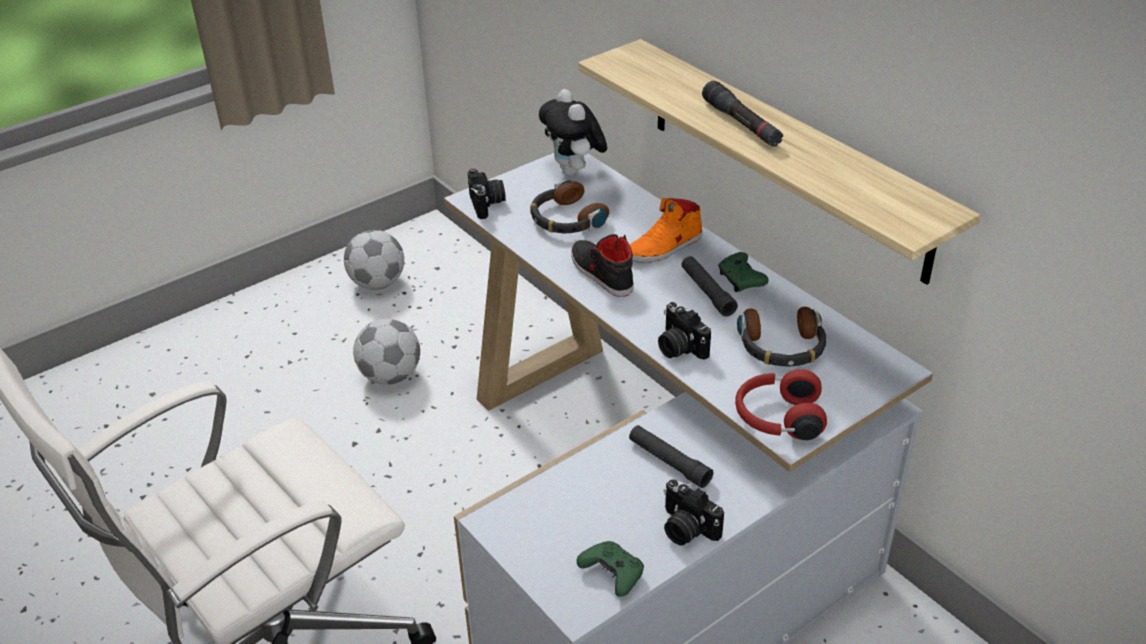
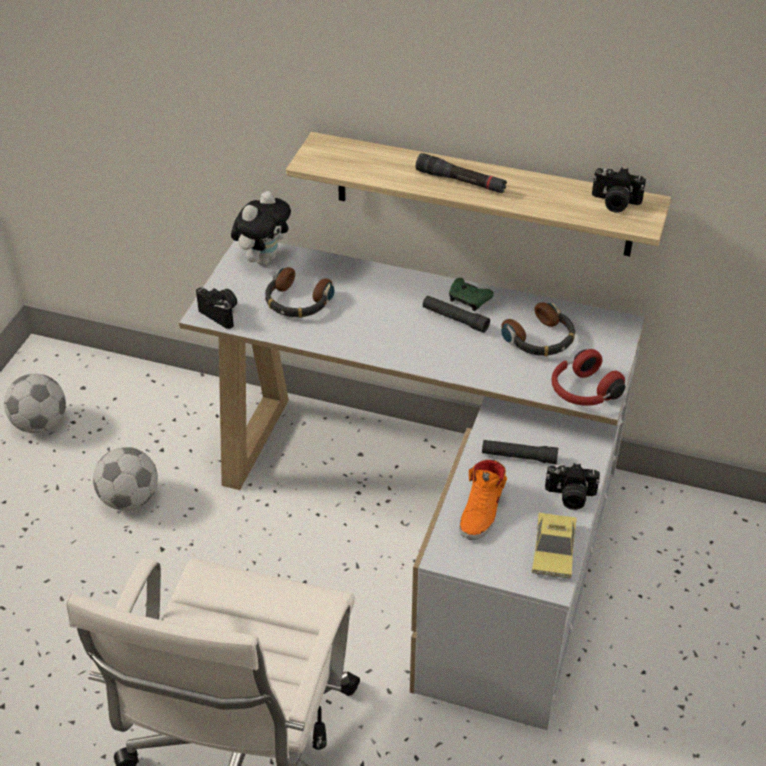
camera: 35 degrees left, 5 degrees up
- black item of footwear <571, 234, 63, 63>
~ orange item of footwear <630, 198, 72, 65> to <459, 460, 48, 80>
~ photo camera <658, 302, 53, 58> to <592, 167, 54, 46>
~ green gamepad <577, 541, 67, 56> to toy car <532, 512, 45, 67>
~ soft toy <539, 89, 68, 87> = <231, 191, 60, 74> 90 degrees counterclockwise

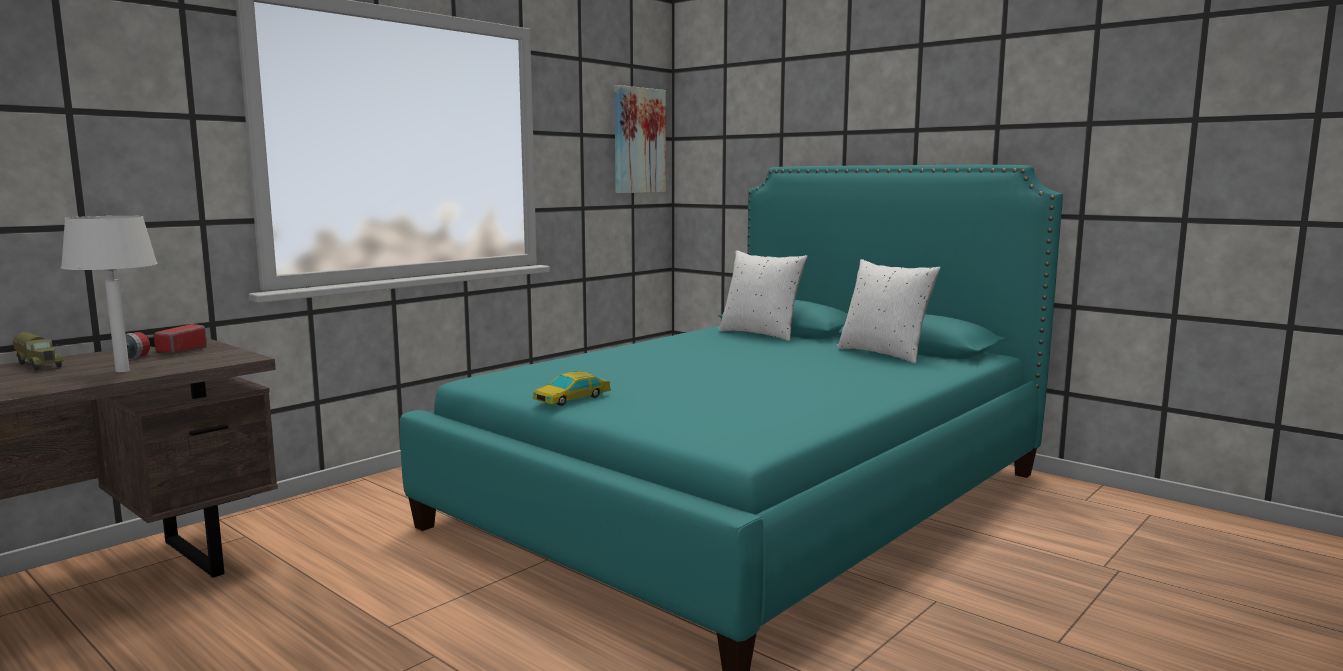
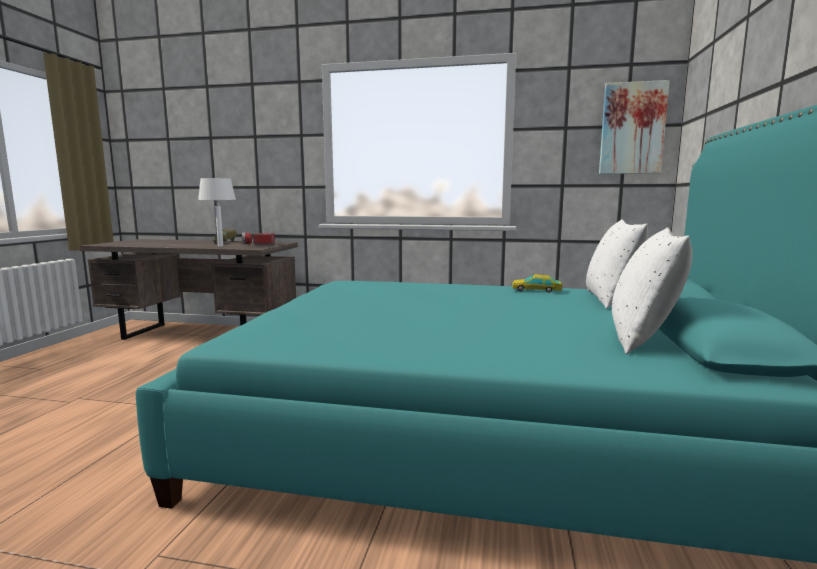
camera: 60 degrees right, 0 degrees up
~ toy car <533, 371, 78, 35> to <512, 274, 51, 19>

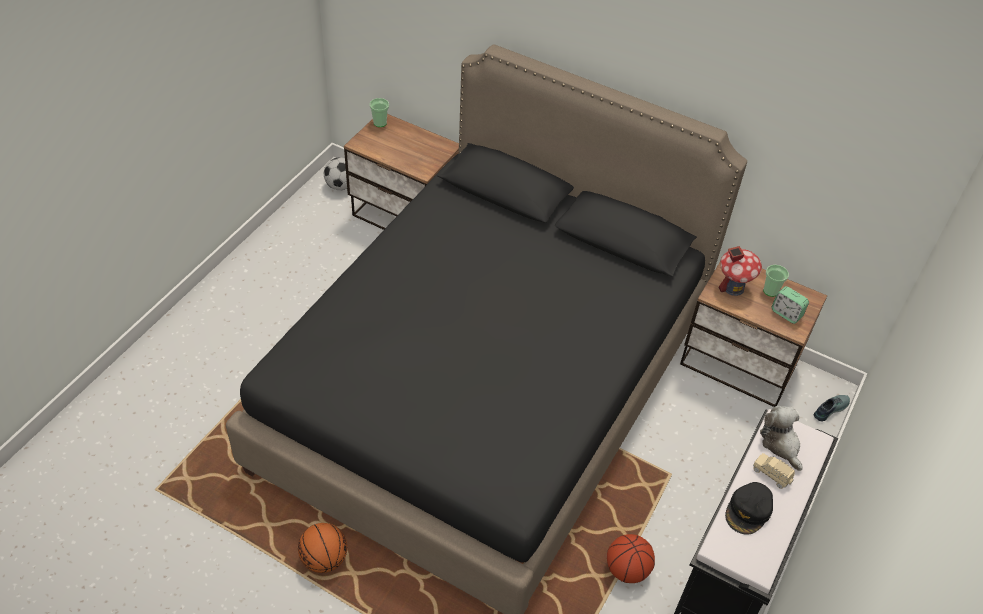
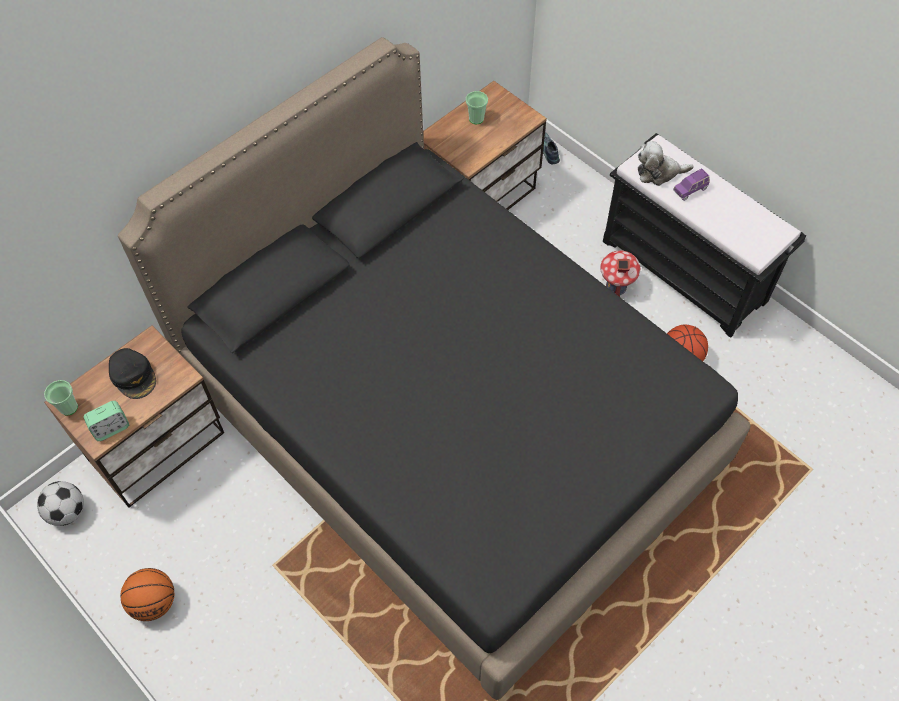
camera: 70 degrees left, 10 degrees up
~ ball for basketball <298, 523, 49, 50> to <121, 568, 54, 53>
~ miniature house <718, 246, 44, 50> to <600, 250, 40, 47>
~ black cap <725, 482, 48, 53> to <109, 348, 47, 51>
~ table clock <771, 286, 38, 38> to <83, 401, 46, 40>
~ beige-coloured toy car <753, 453, 42, 36> to purplish toy car <673, 168, 37, 33>

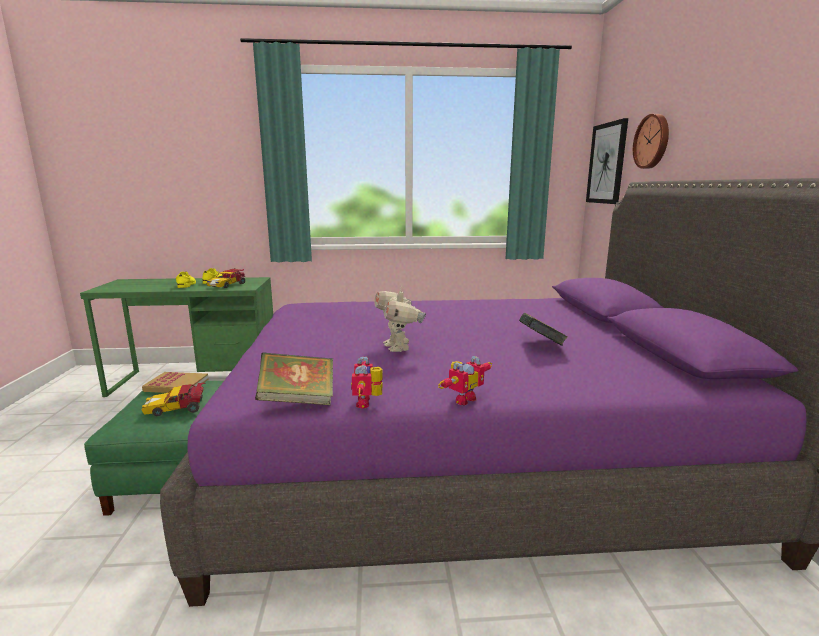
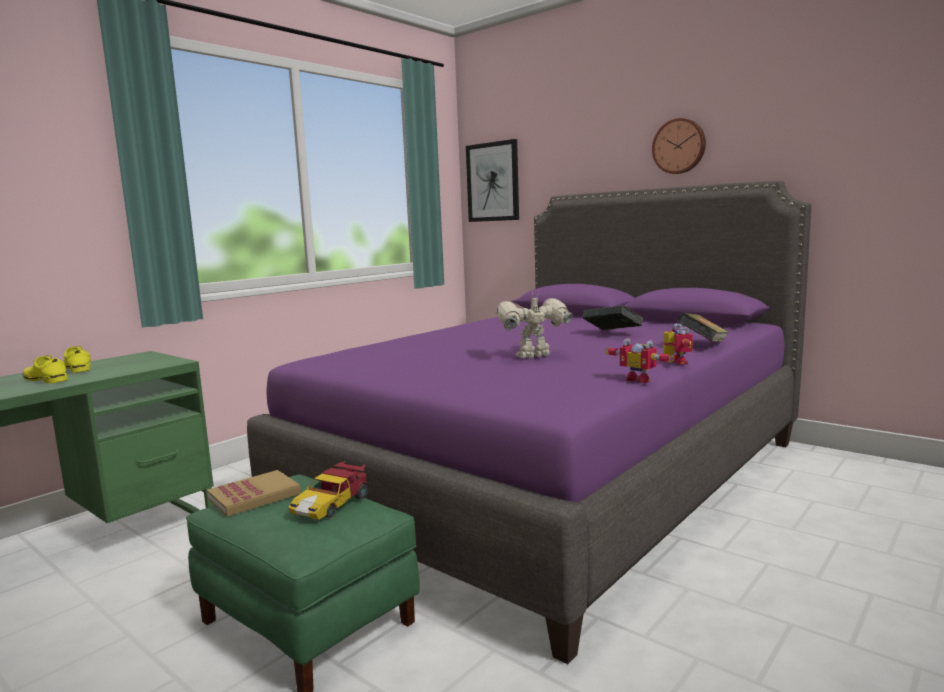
camera: 45 degrees left, 5 degrees down
- toy car <206, 268, 39, 20>
~ bound book <255, 352, 78, 53> to <677, 313, 52, 29>
~ clock on the wall <633, 114, 36, 55> to <652, 118, 54, 56>
~ toy robot <374, 285, 52, 67> = <497, 292, 76, 66> 135 degrees clockwise

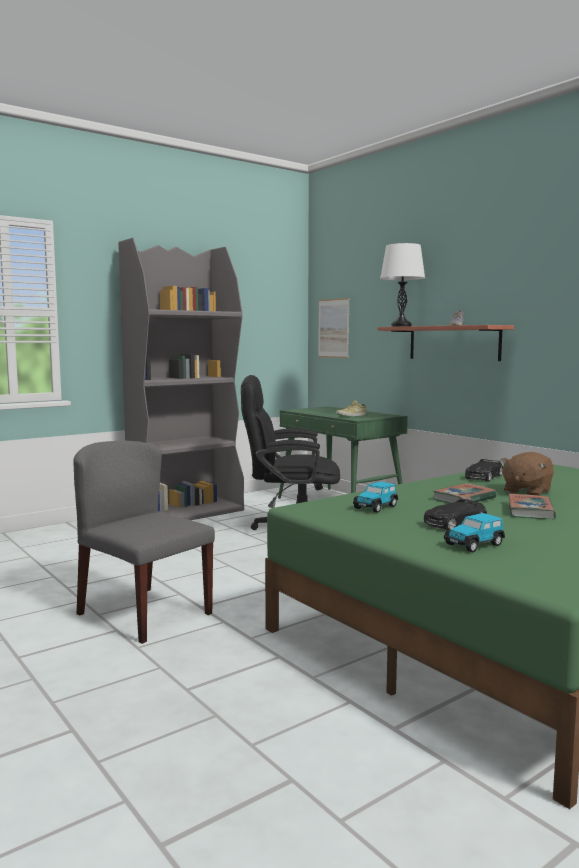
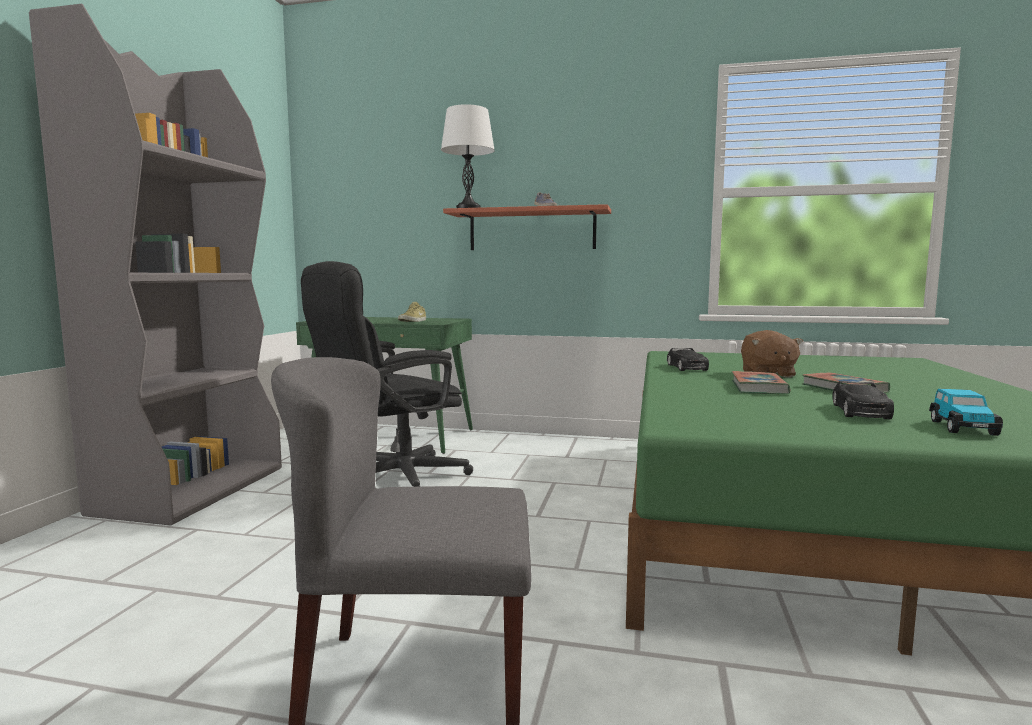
camera: 40 degrees left, 0 degrees up
- wall art <318, 298, 32, 60>
- toy car <353, 481, 45, 32>

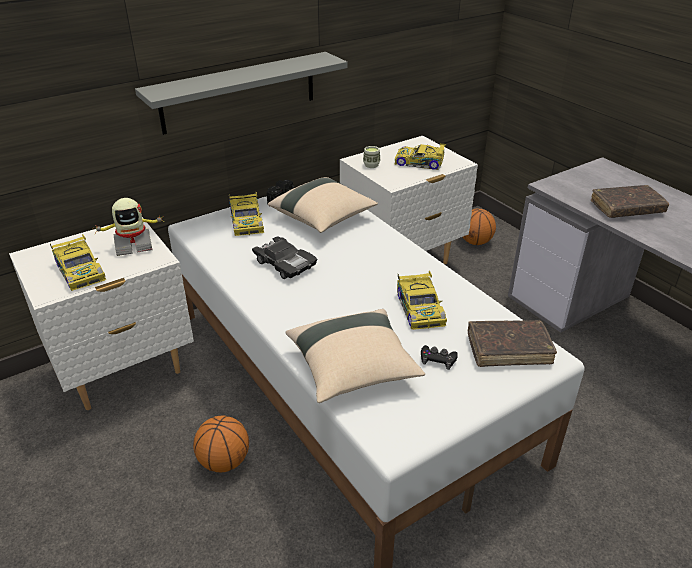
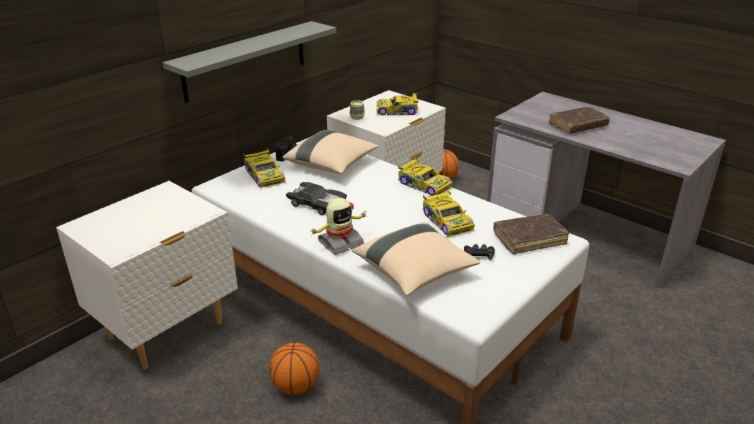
camera: 15 degrees left, 5 degrees down
~ toy car <50, 234, 56, 57> to <398, 158, 55, 38>
~ toy robot <92, 198, 72, 58> to <311, 198, 57, 57>

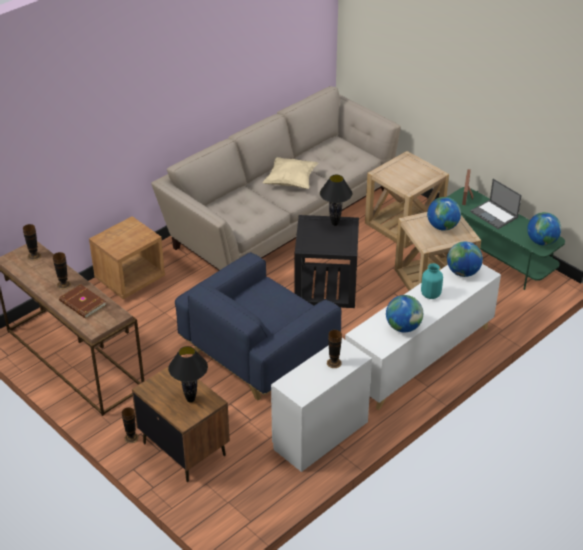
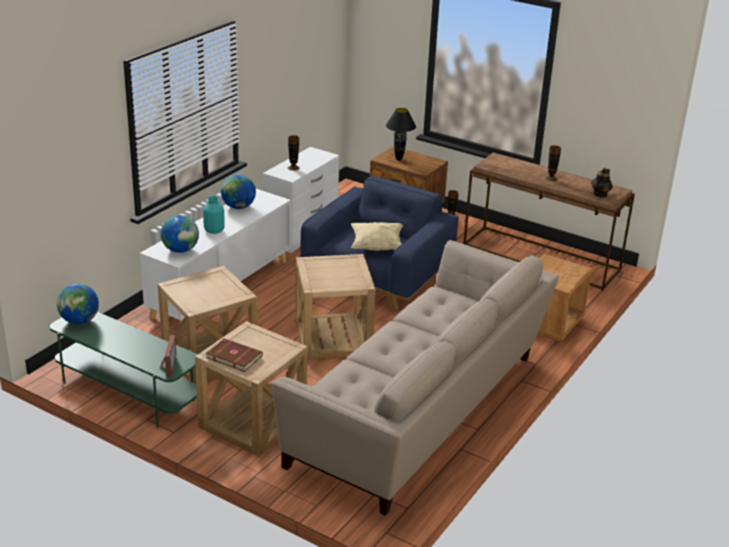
camera: 165 degrees right, 10 degrees down
- black table lamp <320, 174, 32, 52>
- desk globe <427, 197, 34, 34>
- laptop <470, 179, 52, 50>
~ brown-coloured bound book <59, 284, 47, 35> to <206, 338, 57, 34>
~ beige-coloured throw pillow <263, 157, 55, 32> to <351, 222, 52, 29>
~ decorative vase <23, 224, 18, 37> to tea pot <591, 168, 21, 30>
~ black end table <294, 215, 65, 93> to beige-coloured end table <295, 254, 81, 105>

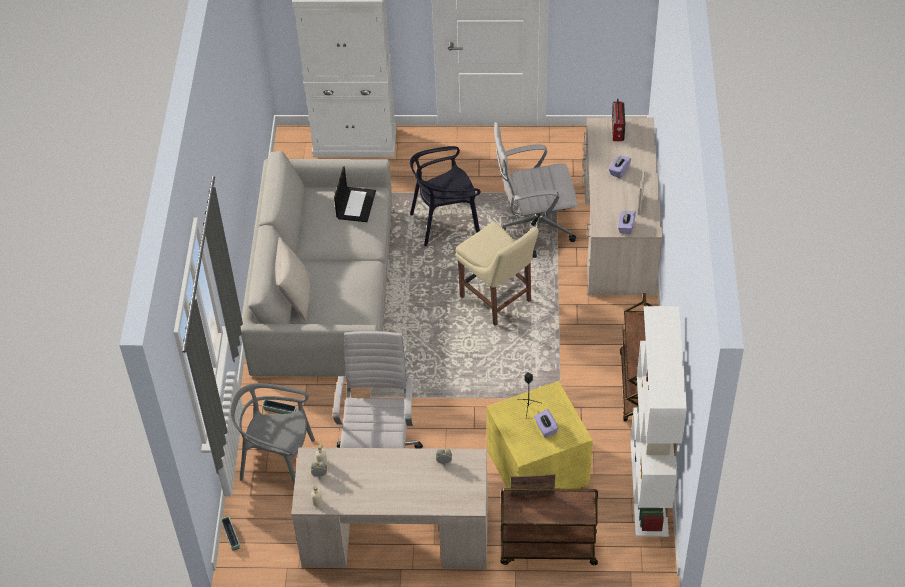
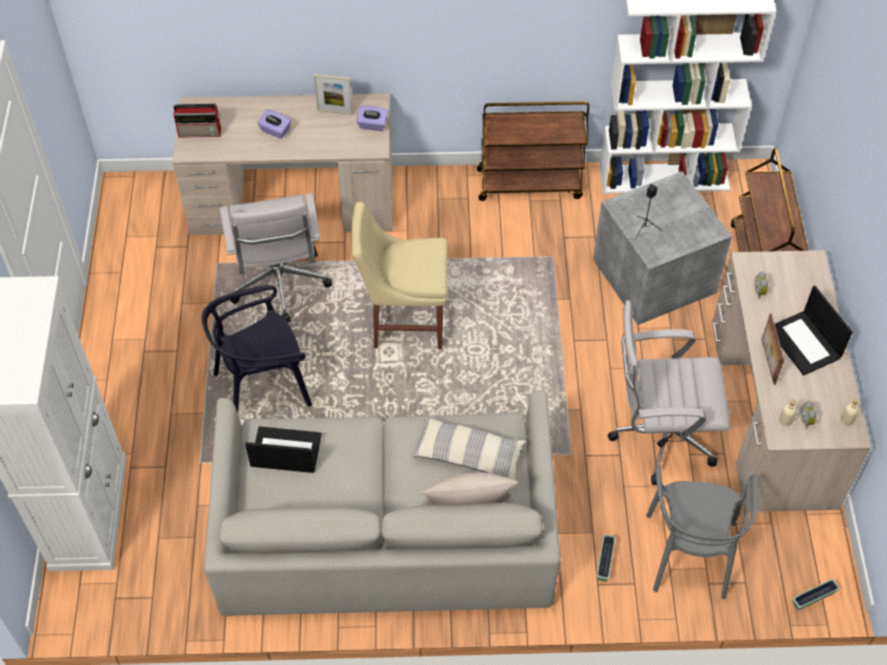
camera: 95 degrees left, 5 degrees up
- purplish tissue box <534, 409, 25, 29>
+ throw pillow <411, 416, 115, 64>
+ laptop <775, 286, 78, 90>
~ picture frame <511, 474, 44, 23> to <761, 313, 24, 72>
~ yellow-coloured storage box <487, 381, 106, 108> to gray storage box <593, 171, 139, 154>
~ black chair <410, 146, 71, 100> = <202, 285, 110, 128> 90 degrees clockwise
~ beige-coloured chair <455, 222, 84, 104> = <351, 202, 97, 147> 135 degrees counterclockwise

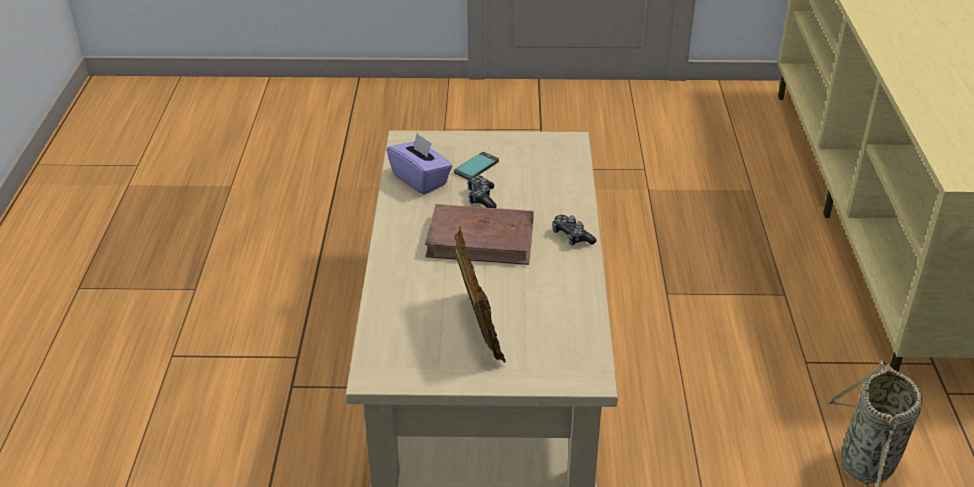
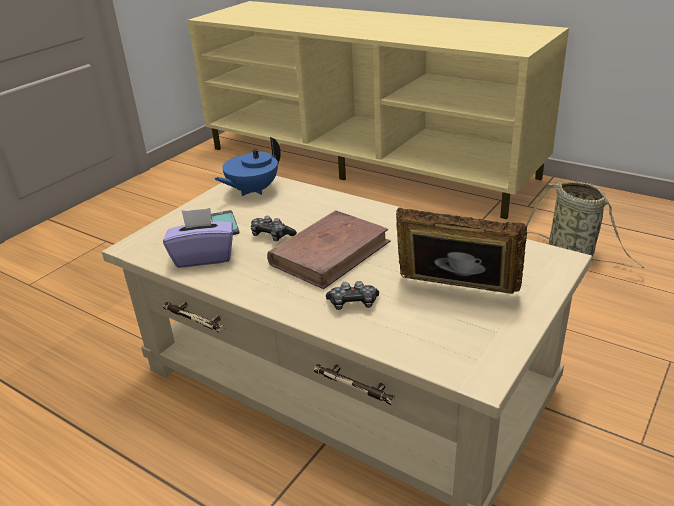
camera: 55 degrees left, 5 degrees down
+ blue-coloured tea pot <214, 137, 67, 59>
~ gamepad <552, 215, 45, 30> to <326, 281, 53, 29>

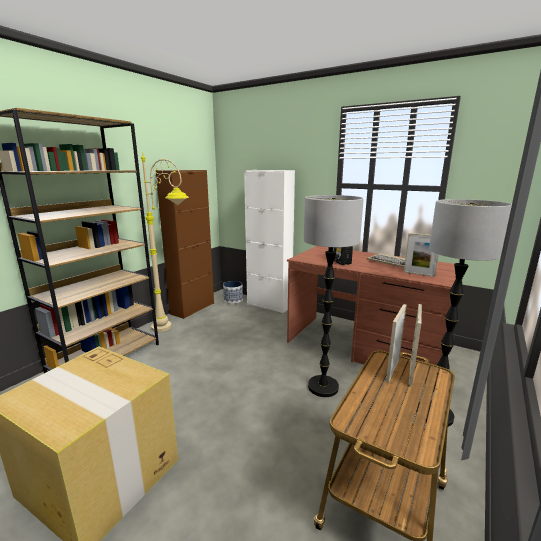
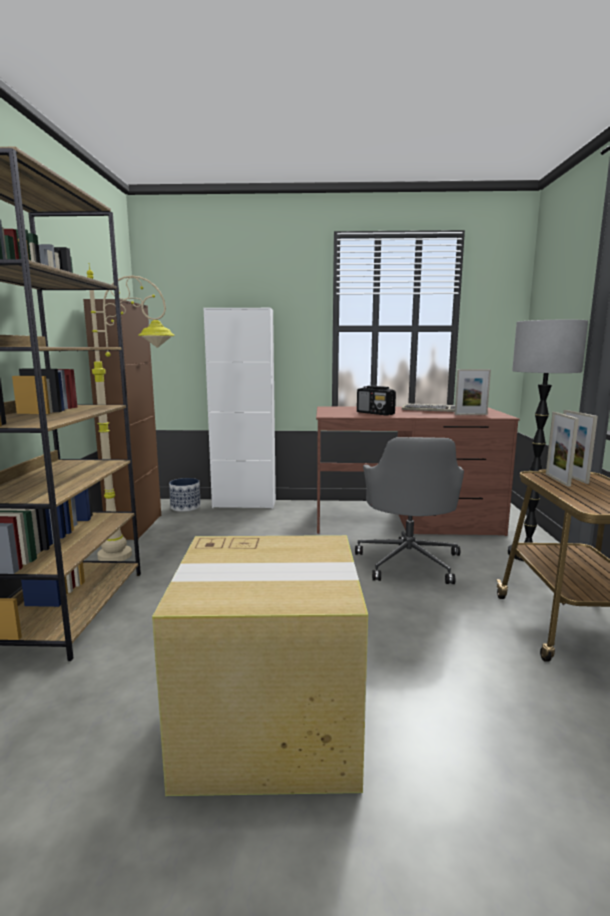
camera: 30 degrees left, 5 degrees down
~ standing lamp <304, 195, 60, 202> to gray desk chair <355, 437, 109, 147>

